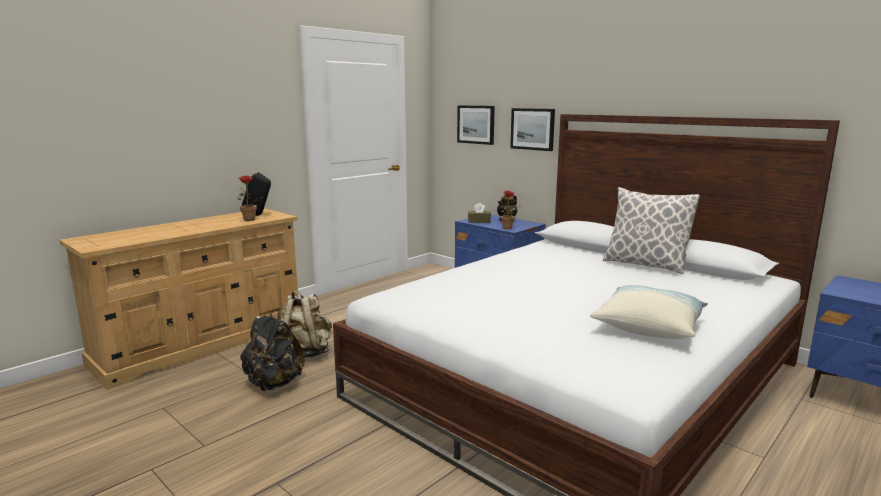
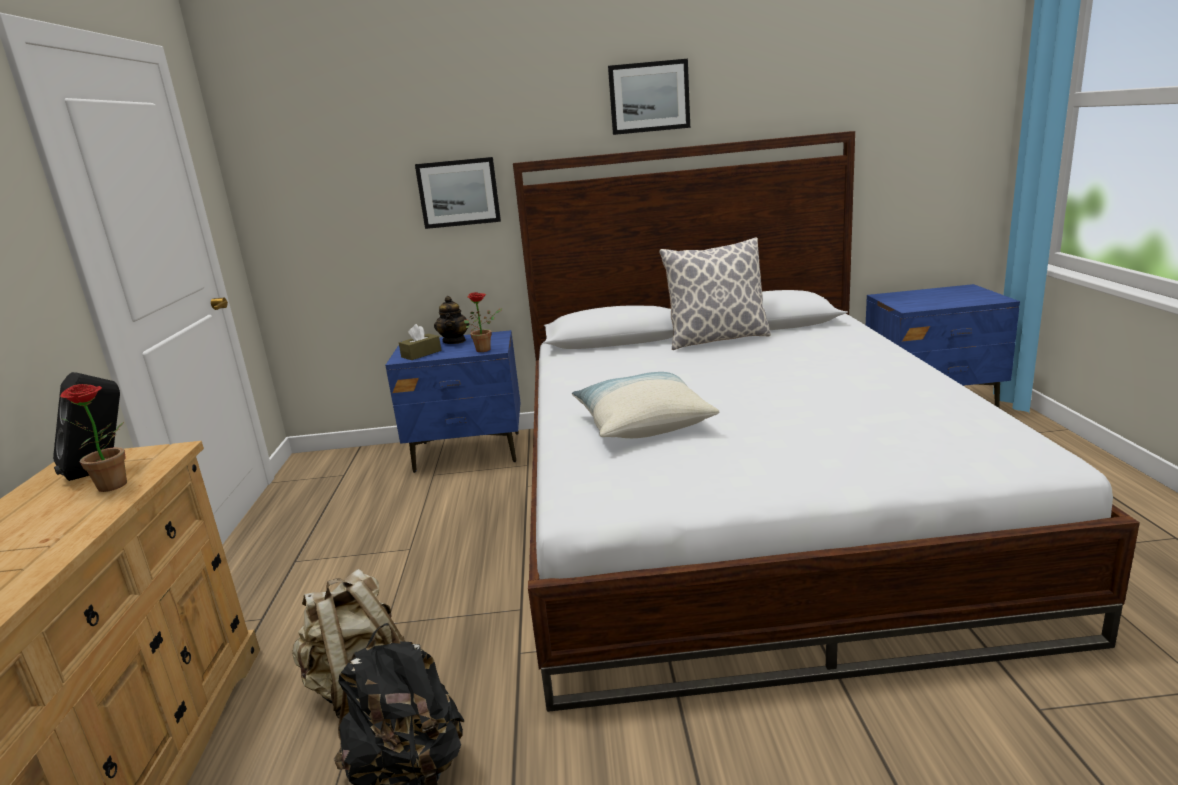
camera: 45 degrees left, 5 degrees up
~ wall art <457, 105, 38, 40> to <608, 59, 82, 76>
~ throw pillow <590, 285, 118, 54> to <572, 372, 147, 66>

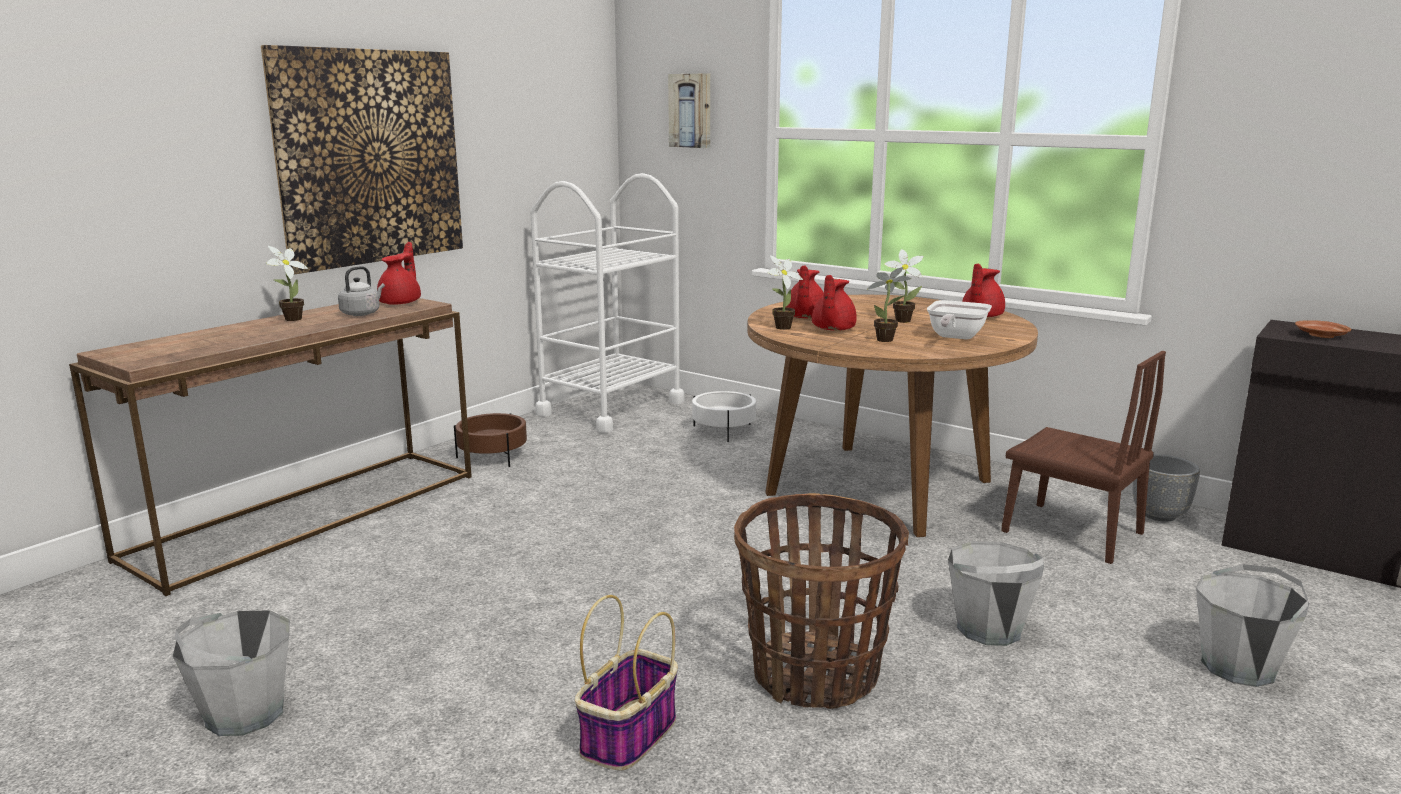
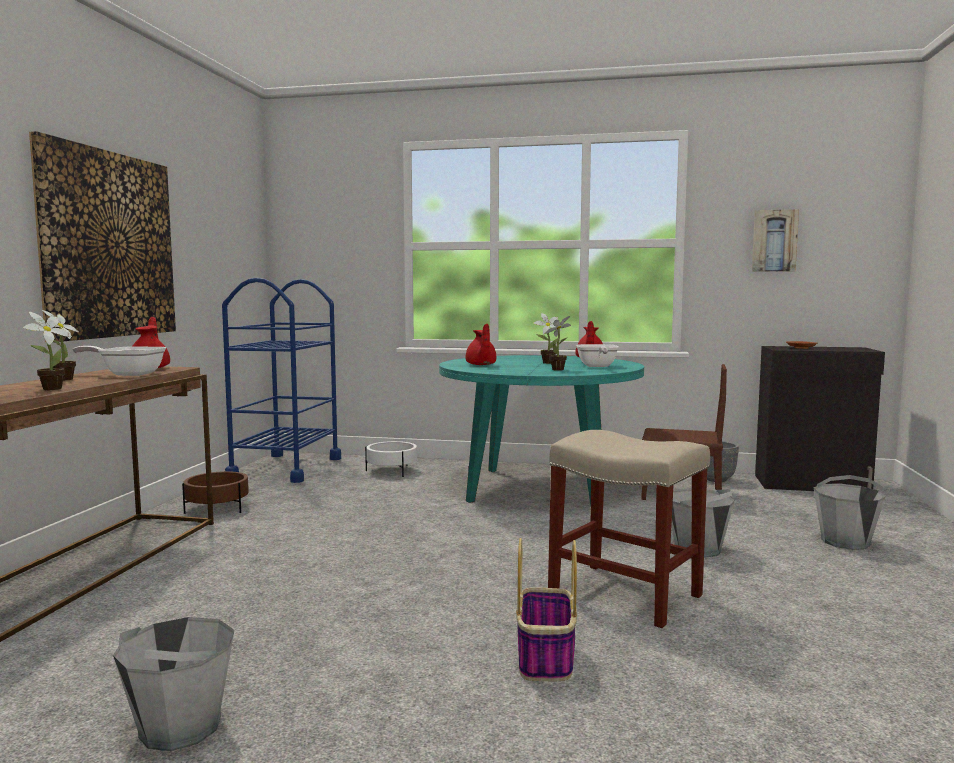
camera: 25 degrees left, 10 degrees down
- red tea pot <812, 275, 45, 56>
~ wall art <668, 74, 42, 74> to <752, 209, 47, 63>
~ houseplant <768, 255, 35, 75> to <23, 312, 49, 78>
~ gray tea kettle <338, 266, 47, 50> to pan <73, 346, 93, 30>
~ storage basket <734, 493, 175, 216> to beige-coloured stool <548, 430, 162, 198>
~ white trolley <530, 173, 155, 260> to blue-coloured trolley <222, 278, 119, 205>
~ brown-coloured dining table <747, 295, 291, 242> to blue-green dining table <439, 355, 205, 151>

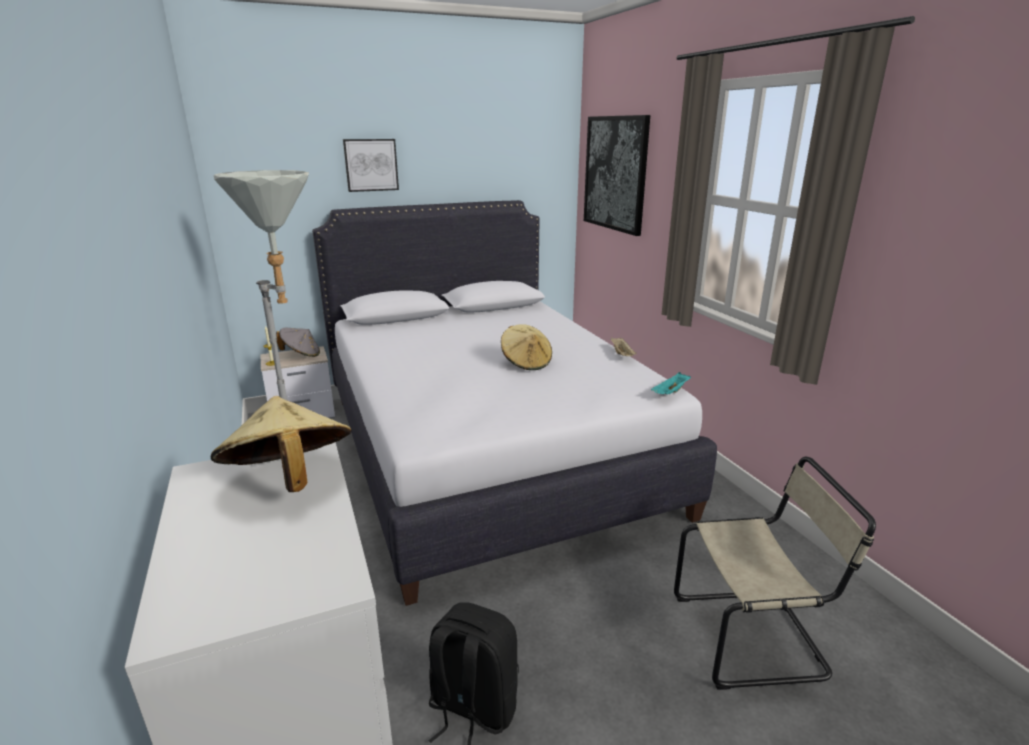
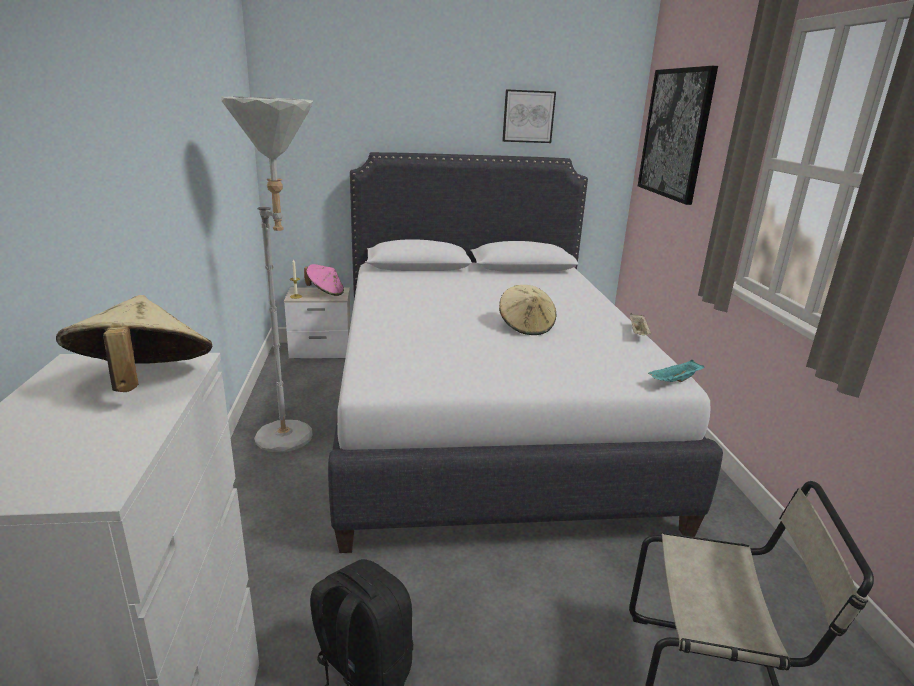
camera: 15 degrees right, 0 degrees up
~ wall art <343, 139, 56, 53> to <502, 89, 54, 54>
~ gray clothing hat <276, 327, 44, 30> to pink clothing hat <304, 264, 40, 32>

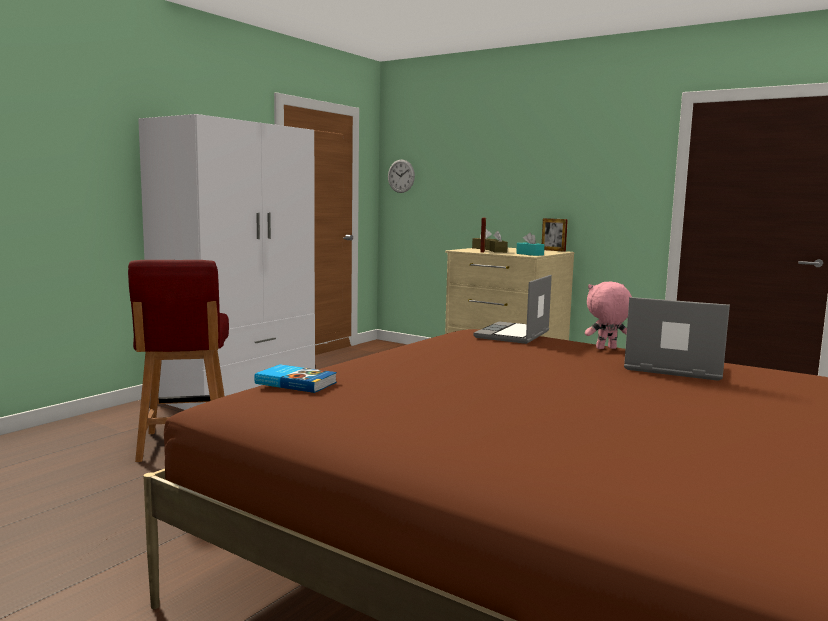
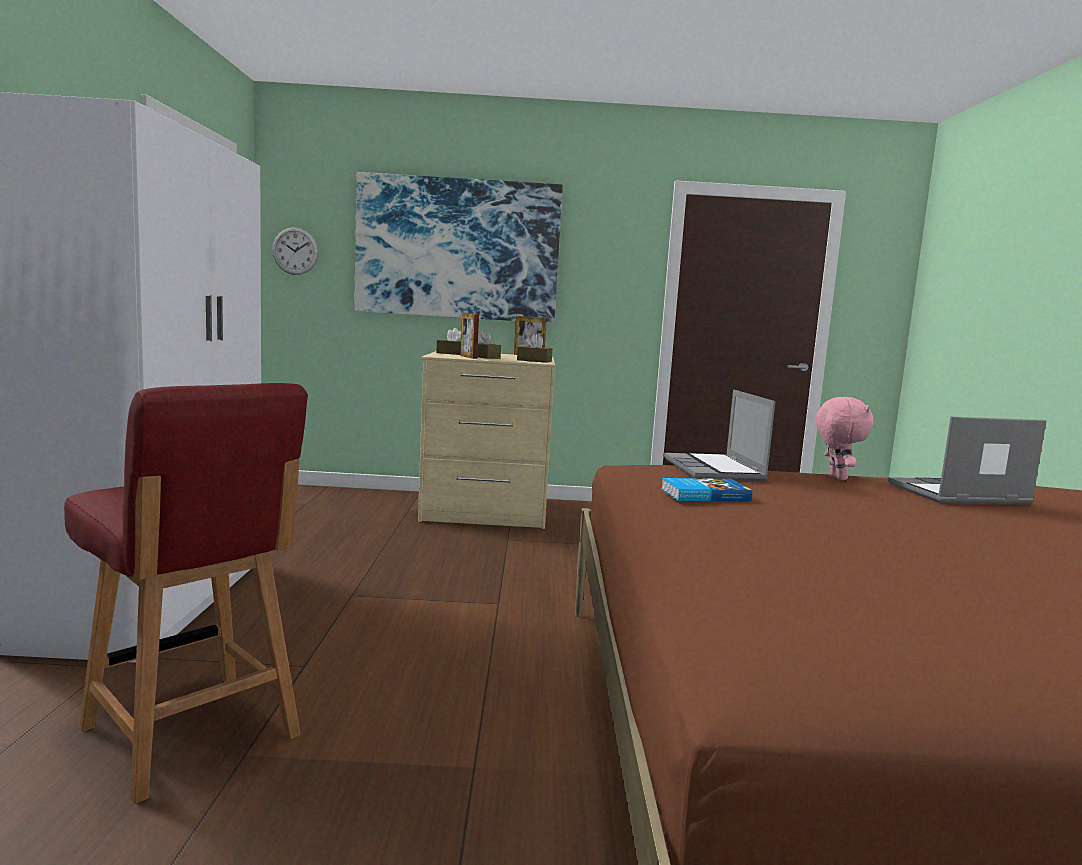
camera: 35 degrees left, 0 degrees up
+ wall art <354, 172, 209, 151>
~ bound book <254, 364, 83, 29> to <661, 478, 91, 24>
~ blue-green tissue box <516, 233, 29, 23> to brown-coloured tissue box <517, 334, 36, 29>
~ pink soft toy <585, 281, 47, 68> = <816, 397, 57, 83> 135 degrees clockwise

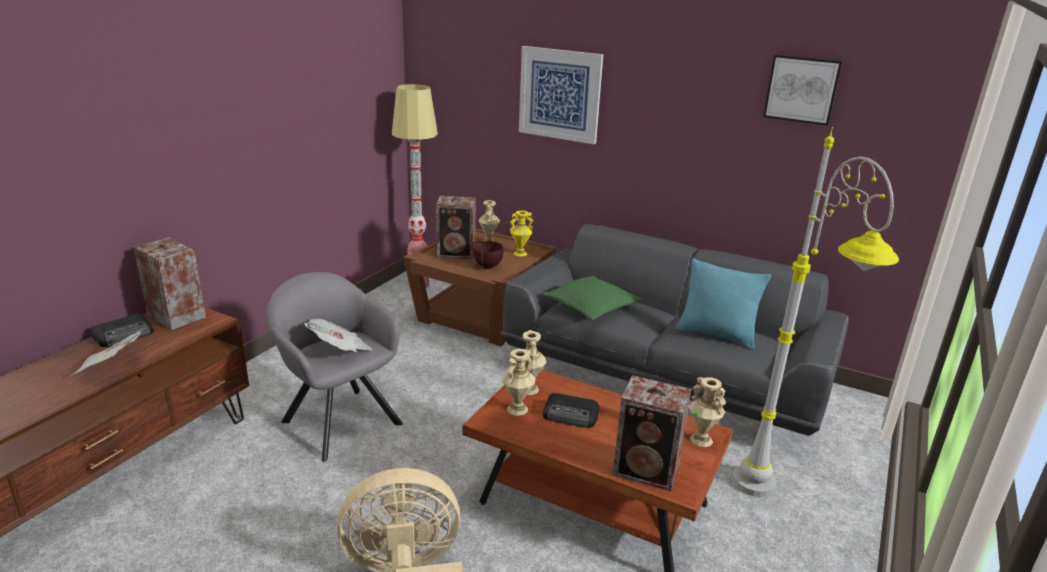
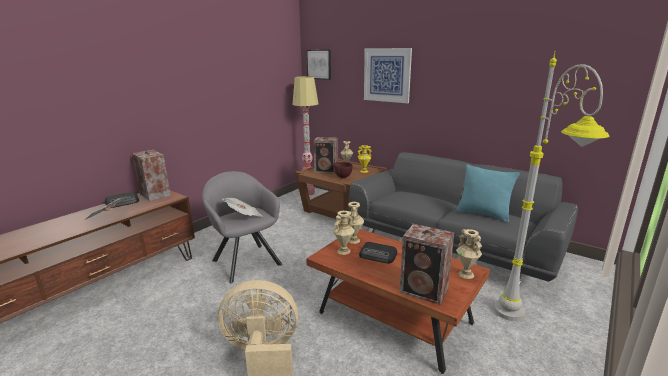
camera: 10 degrees right, 5 degrees down
- green throw pillow <542, 275, 100, 45>
~ wall art <763, 55, 79, 71> to <307, 50, 24, 30>

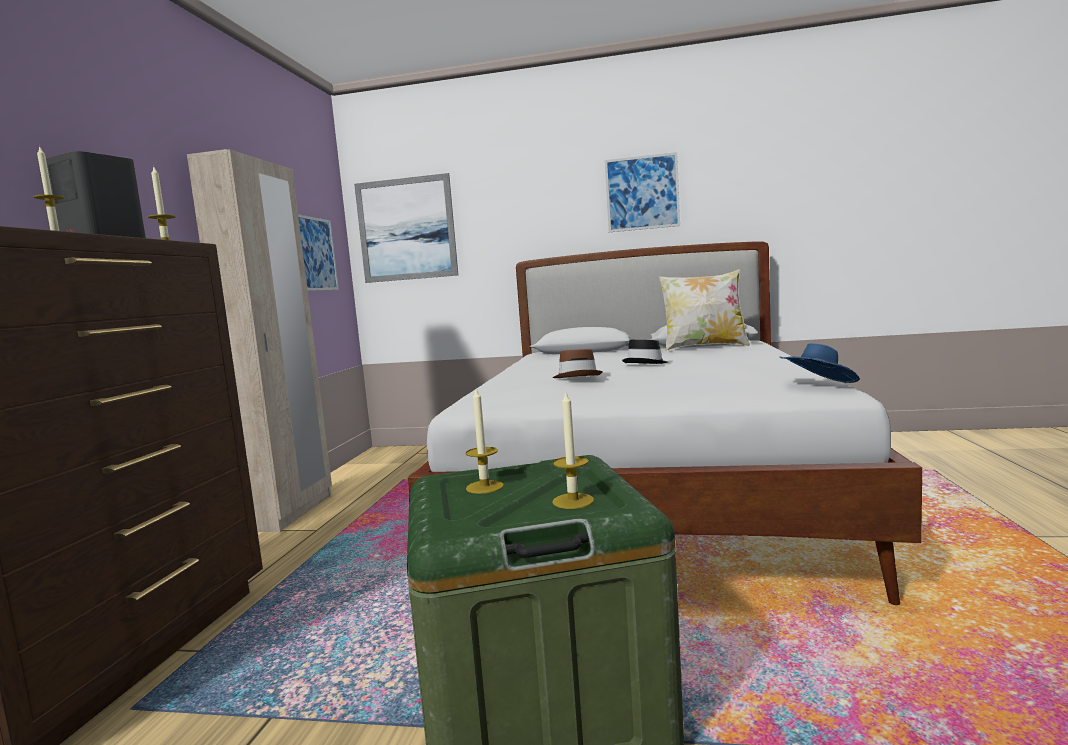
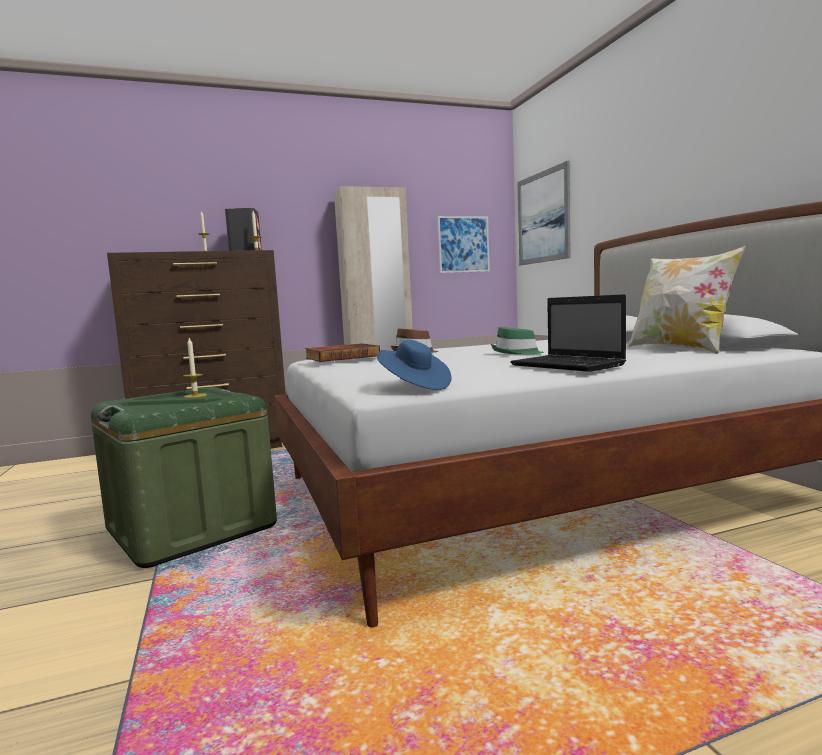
camera: 60 degrees right, 0 degrees up
- candle <552, 390, 42, 119>
- wall art <605, 152, 75, 80>
+ bound book <305, 343, 75, 19>
+ laptop <510, 294, 116, 78>
~ black clothing hat <622, 340, 46, 24> to green clothing hat <491, 327, 53, 27>

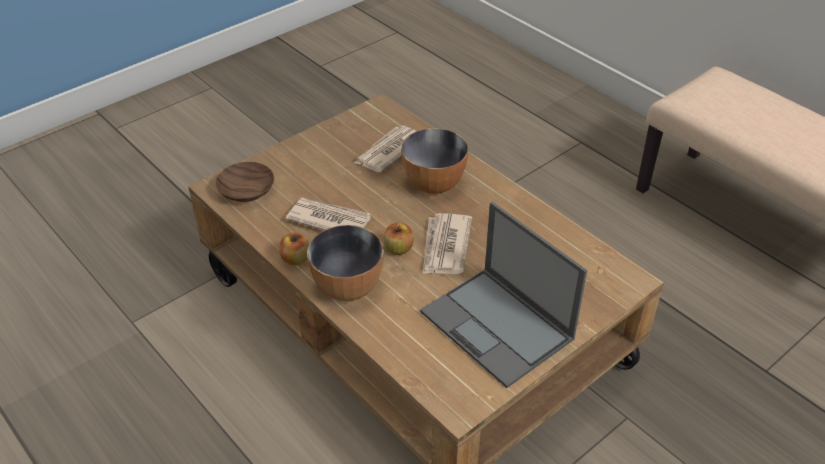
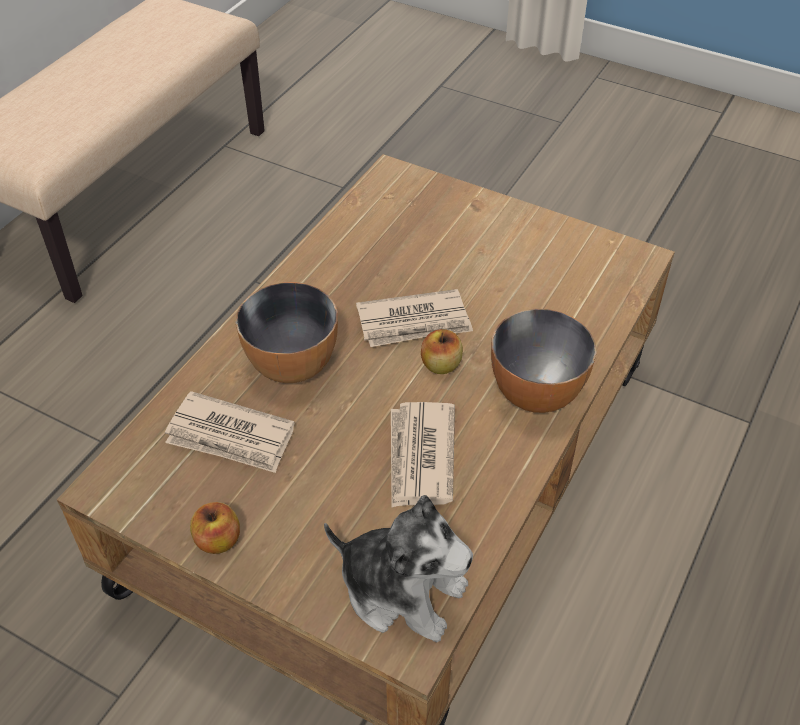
camera: 110 degrees left, 5 degrees up
- laptop <420, 202, 167, 186>
~ apple <279, 232, 30, 34> to <190, 502, 50, 52>
~ brown-coloured bowl <216, 162, 58, 40> to soft toy <324, 495, 149, 147>

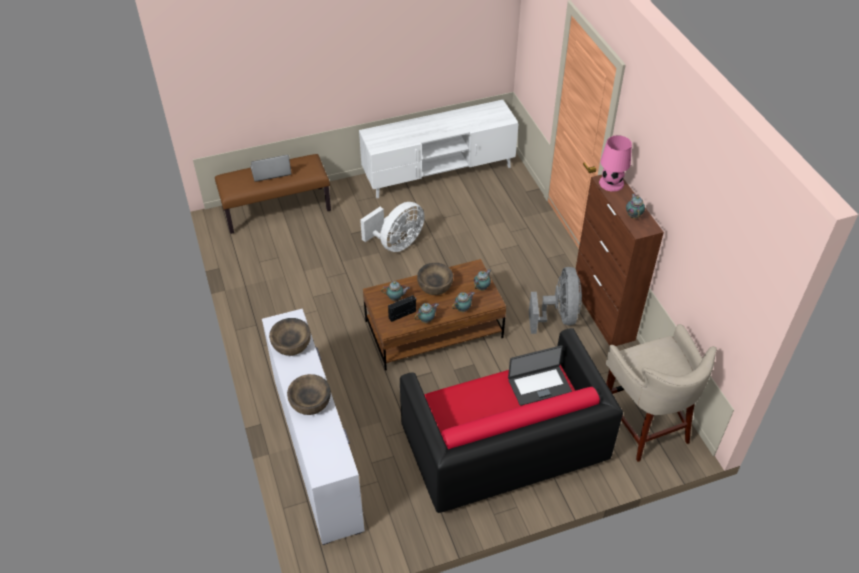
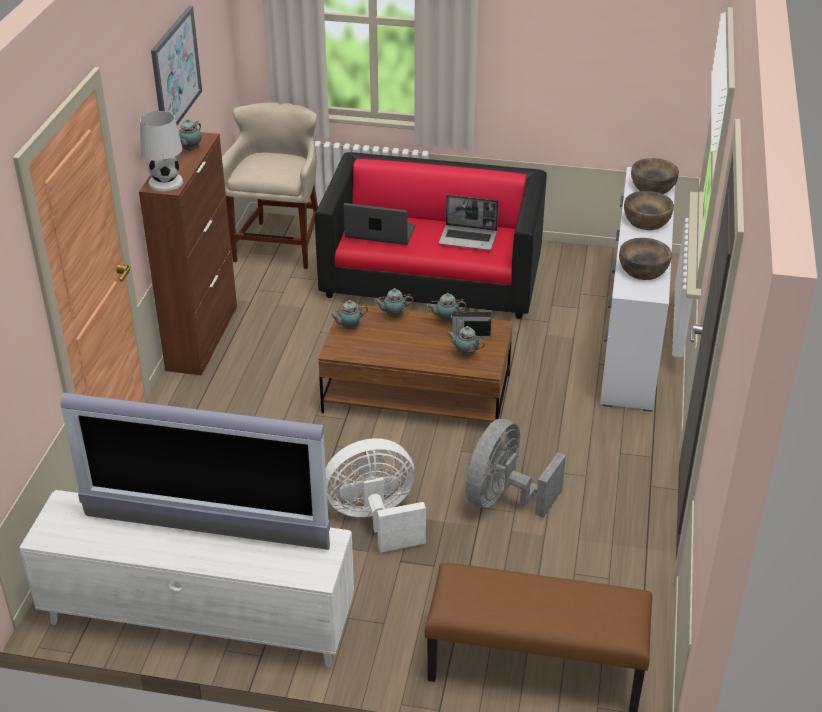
camera: 150 degrees left, 10 degrees down
+ television <61, 393, 269, 157>
+ wall art <151, 6, 51, 120>
~ laptop <250, 155, 41, 27> to <439, 195, 60, 55>
~ brown-coloured bowl <417, 263, 36, 32> to <631, 158, 48, 36>
~ gray cooling fan <529, 267, 53, 67> to <465, 419, 101, 99>
~ pink table lamp <599, 135, 33, 57> to white table lamp <140, 111, 43, 80>

